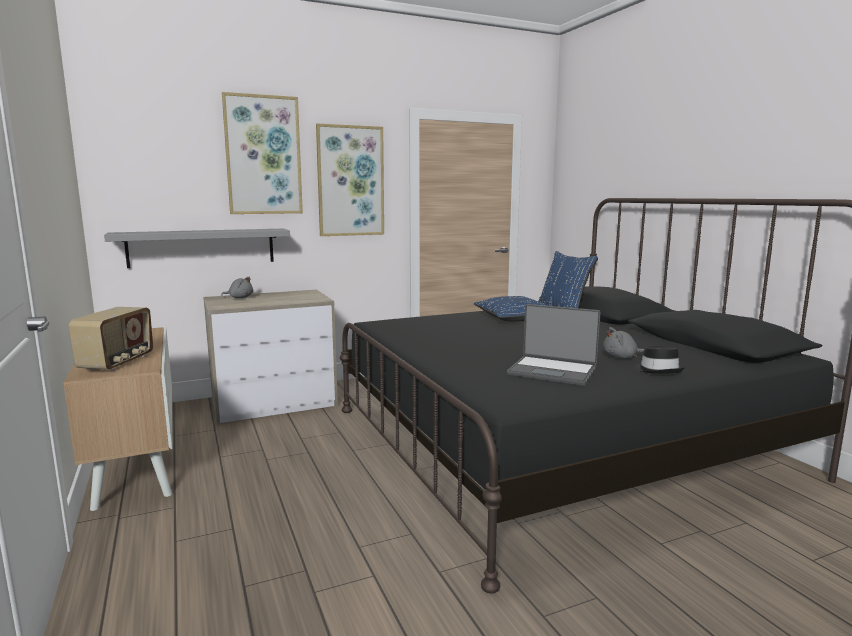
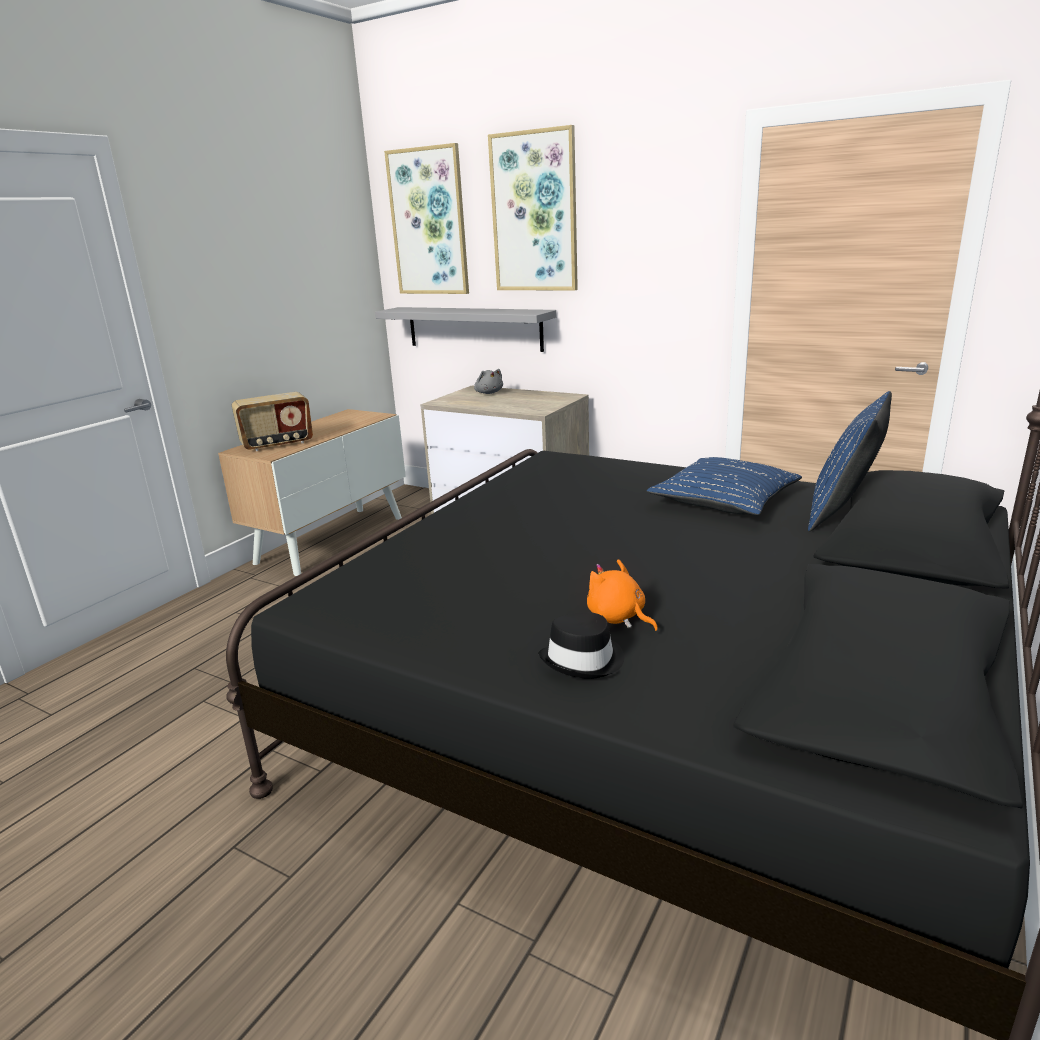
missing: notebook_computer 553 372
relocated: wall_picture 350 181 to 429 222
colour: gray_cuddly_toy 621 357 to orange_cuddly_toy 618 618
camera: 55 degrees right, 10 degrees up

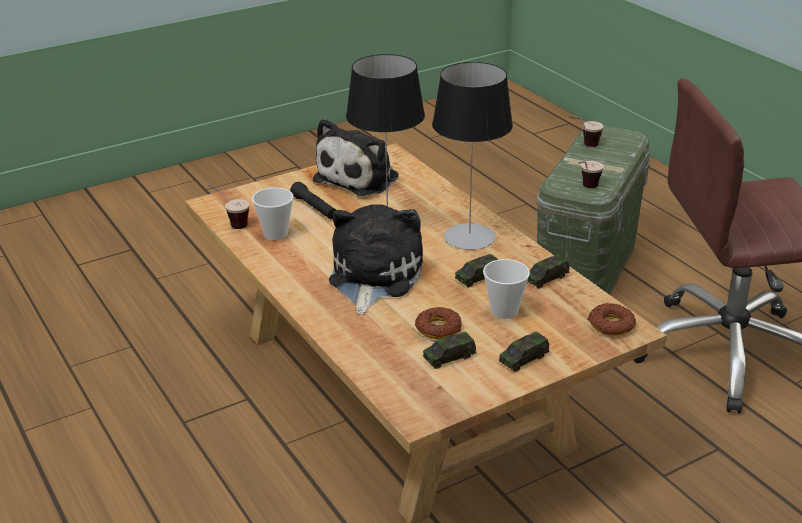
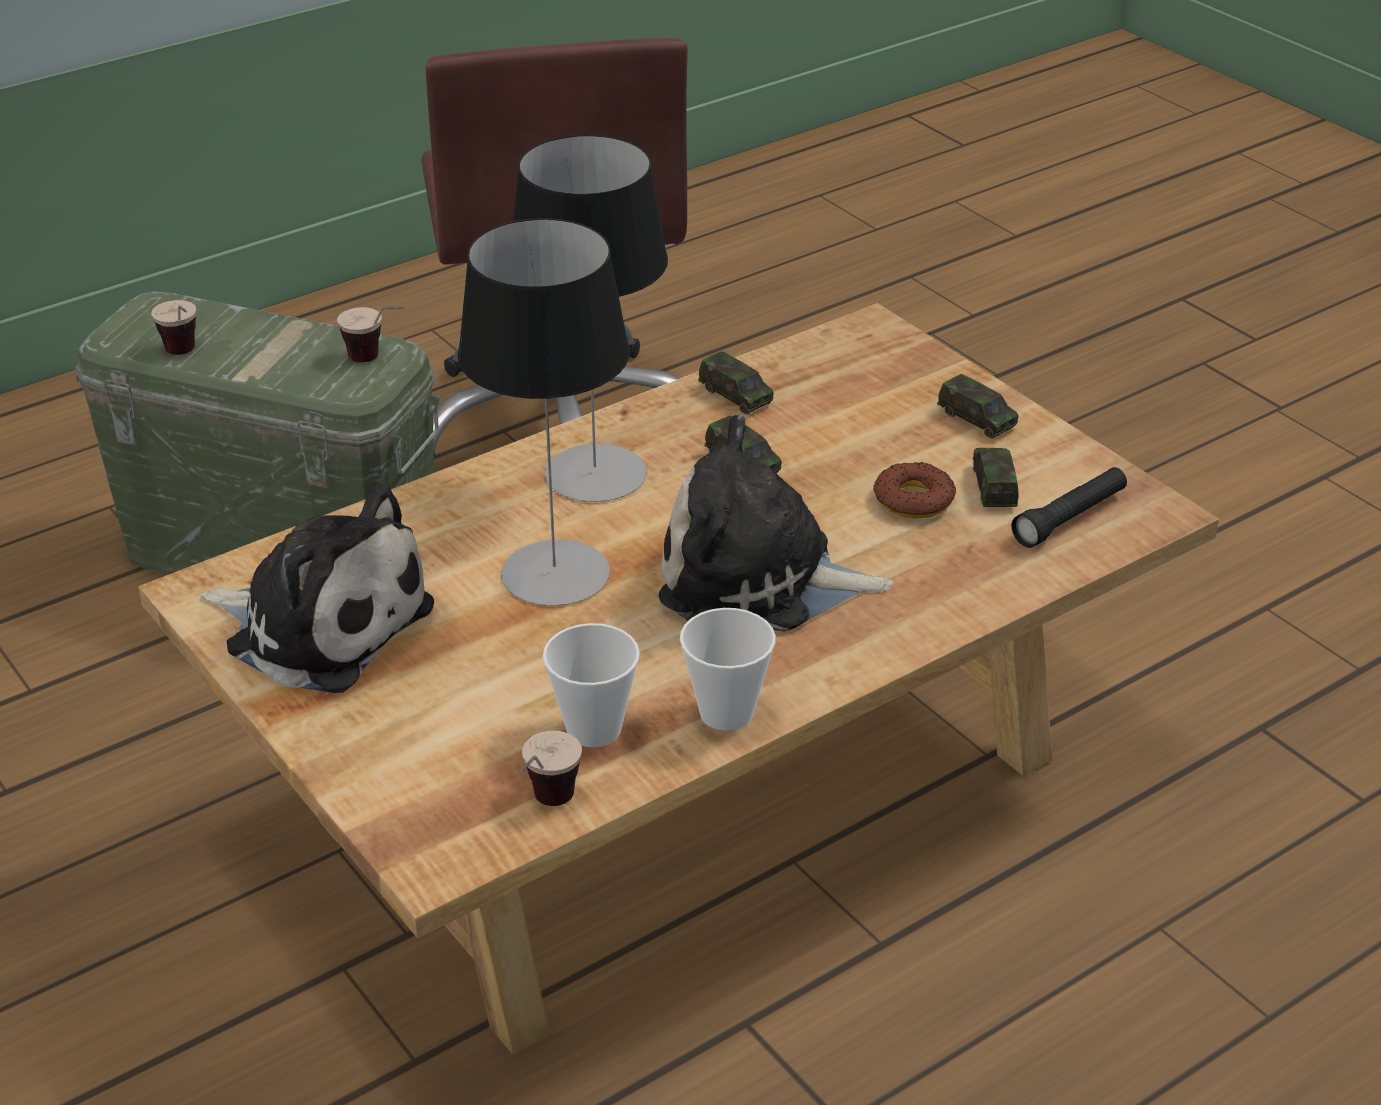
missing: donut 611 325
relocated: black-coloured_torch 314 208 to 1069 518; drinking_cup 504 311 to 726 712
spun: miniature_car 449 357 = 994 486 150 degrees counterclockwise
camera: 95 degrees left, 5 degrees up

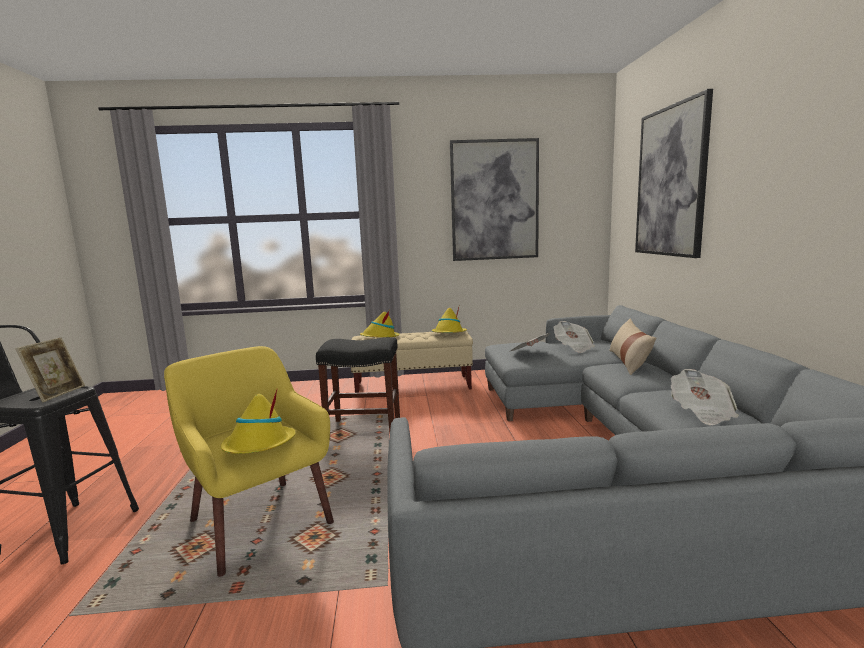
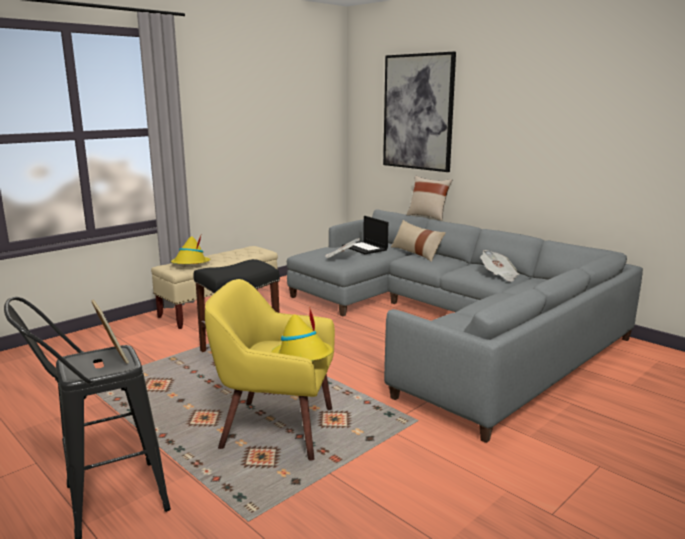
missing: wall_picture 494 200; yellow_clothing_hat 449 333
appeared: beige-coloured_cushion 428 216
exchanged: daily_paper 573 347 to notebook_computer 365 248
camera: 40 degrees left, 5 degrees up

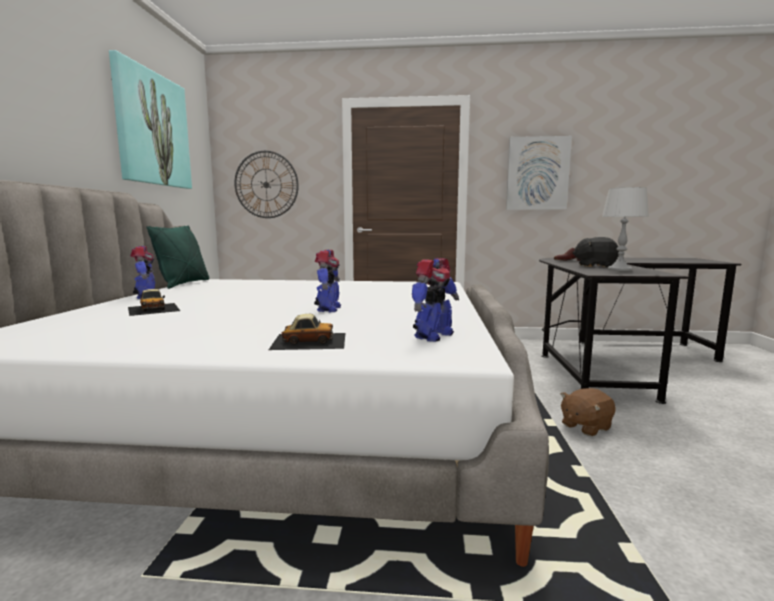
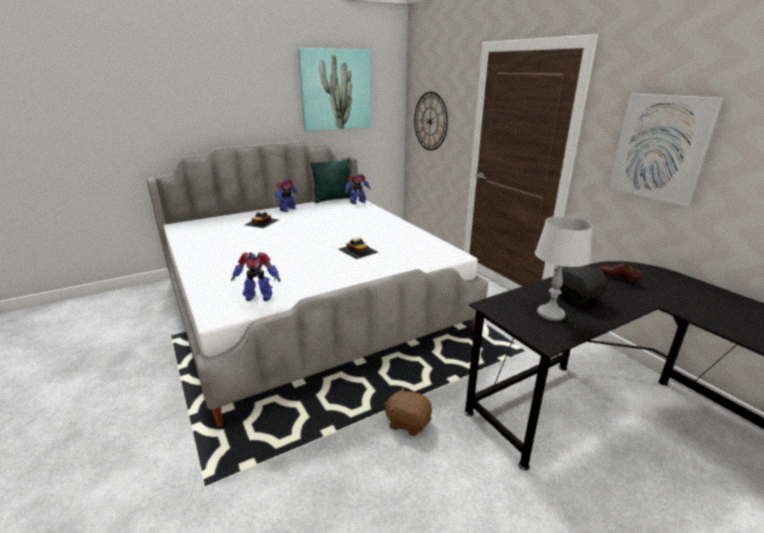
relocated: robot_figure 328 309 to 357 202; miniature_car 309 340 to 358 250
camera: 55 degrees right, 15 degrees up

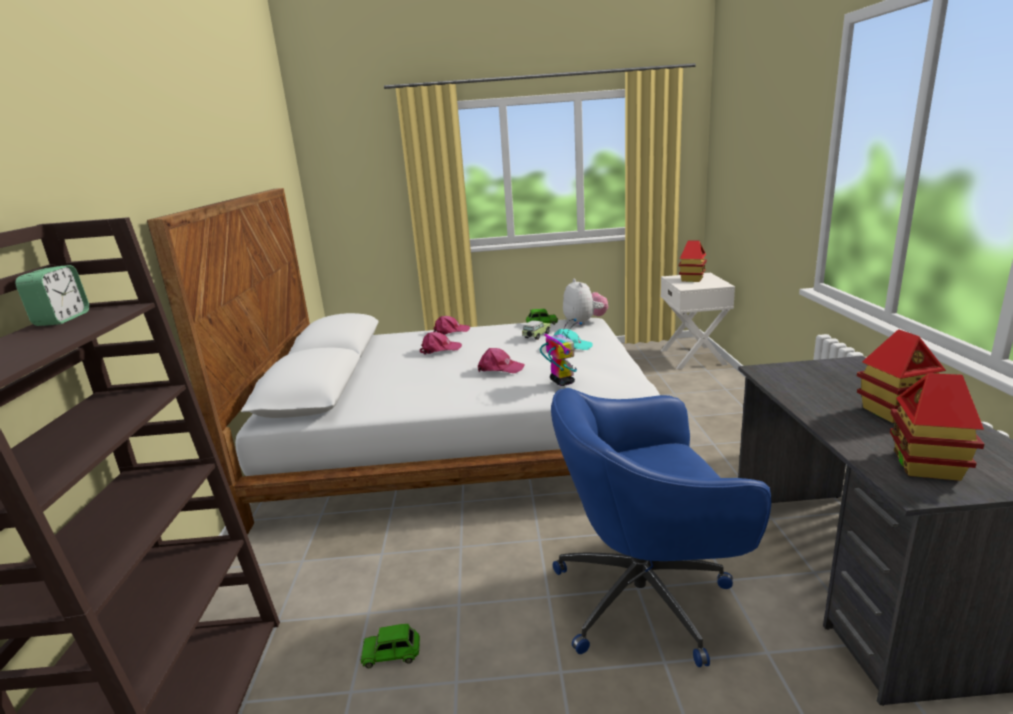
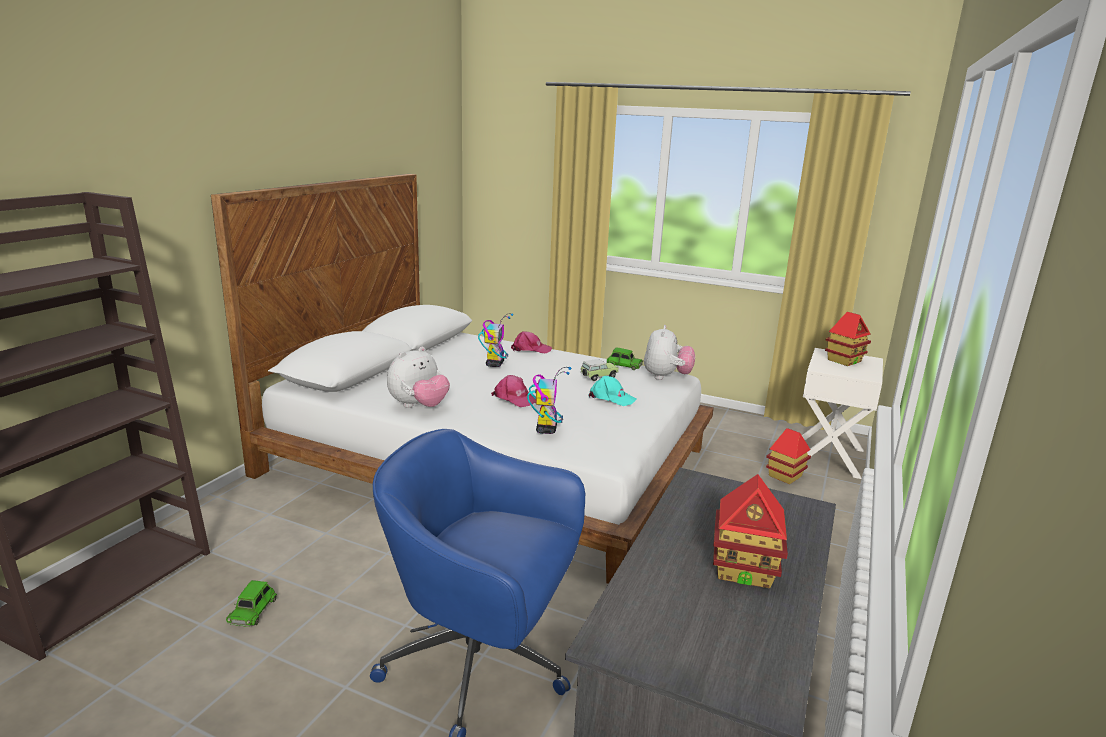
missing: table_clock 62 319
appeared: cuddly_toy 419 406
relocated: model_house 926 465 to 785 476
exchanged: pink_baseball_cap 440 349 to robot_figure 495 364
spun: green-coloured_miniature_car 391 652 = 252 610 105 degrees counterclockwise
camera: 25 degrees right, 0 degrees up

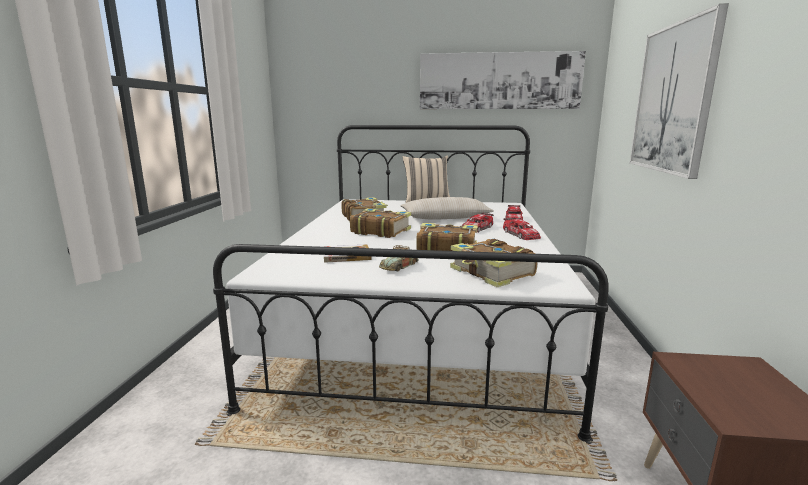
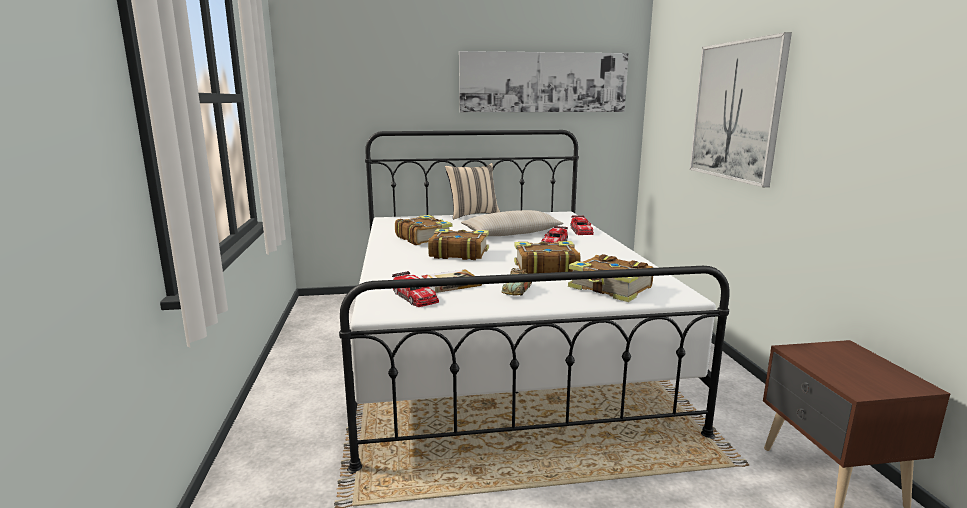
relocated: miniature_car 520 234 to 414 297
camera: 15 degrees left, 0 degrees up

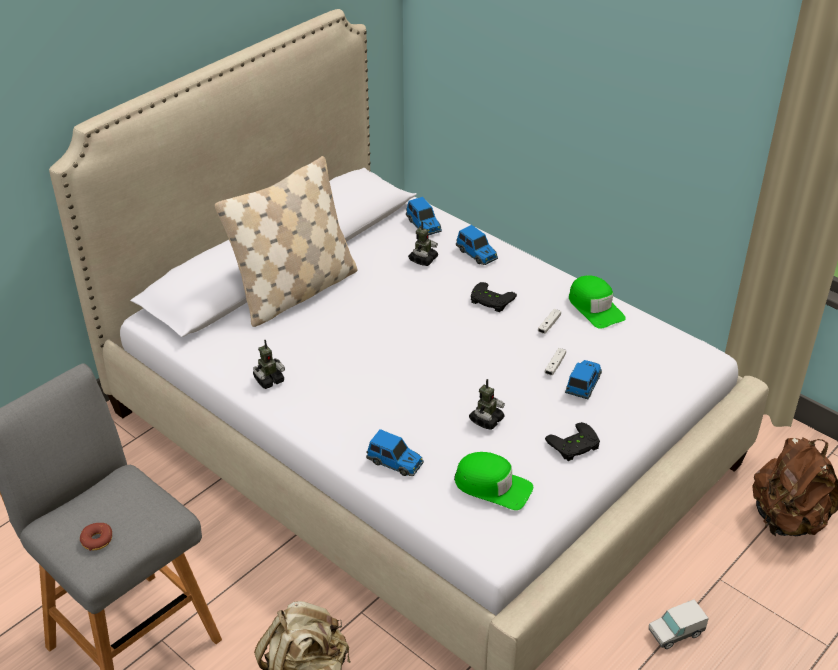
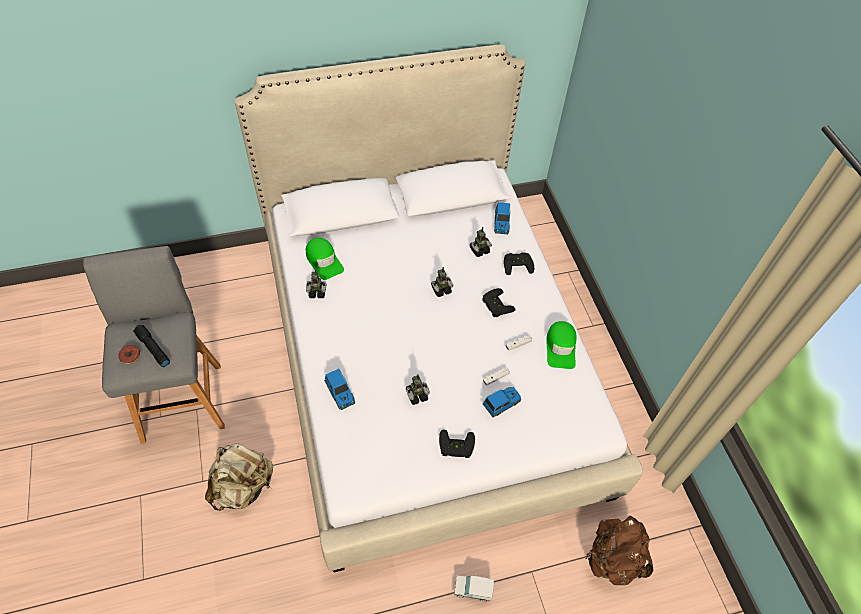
missing: beige-coloured_cushion 295 291
appeared: robot_figure 441 289; black-coloured_torch 152 348
relocated: green-coloured_baseball_cap 493 486 to 324 261
exchanged: miniature_car 477 254 to black-coloured_gamepad 517 263
camera: 30 degrees right, 15 degrees up

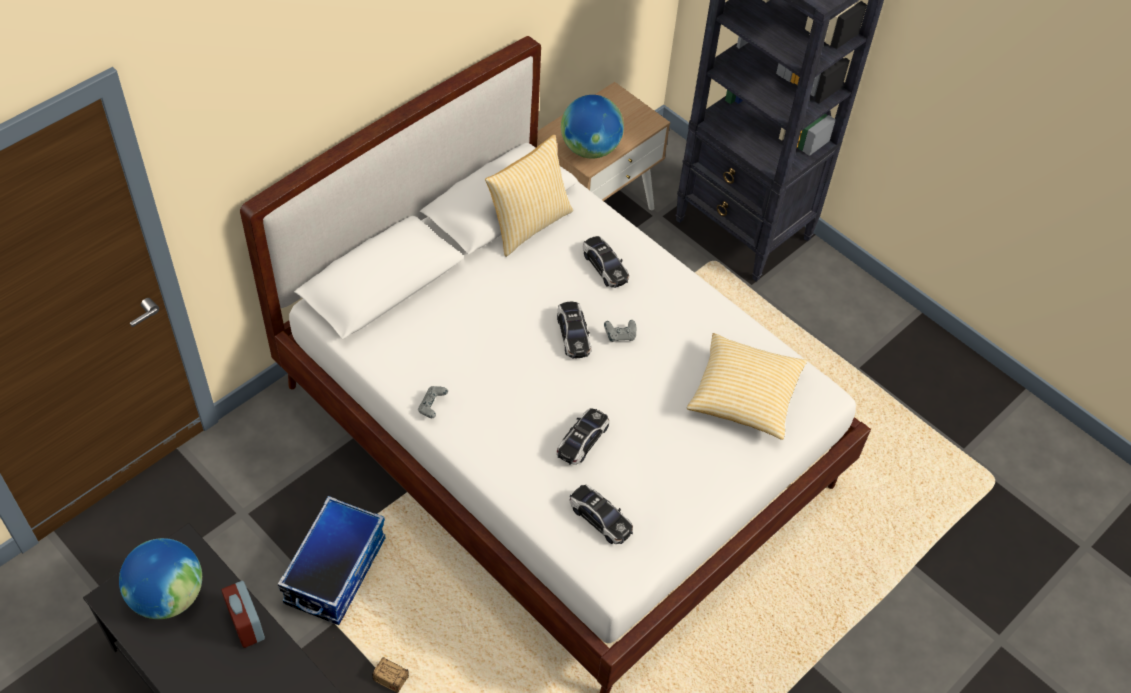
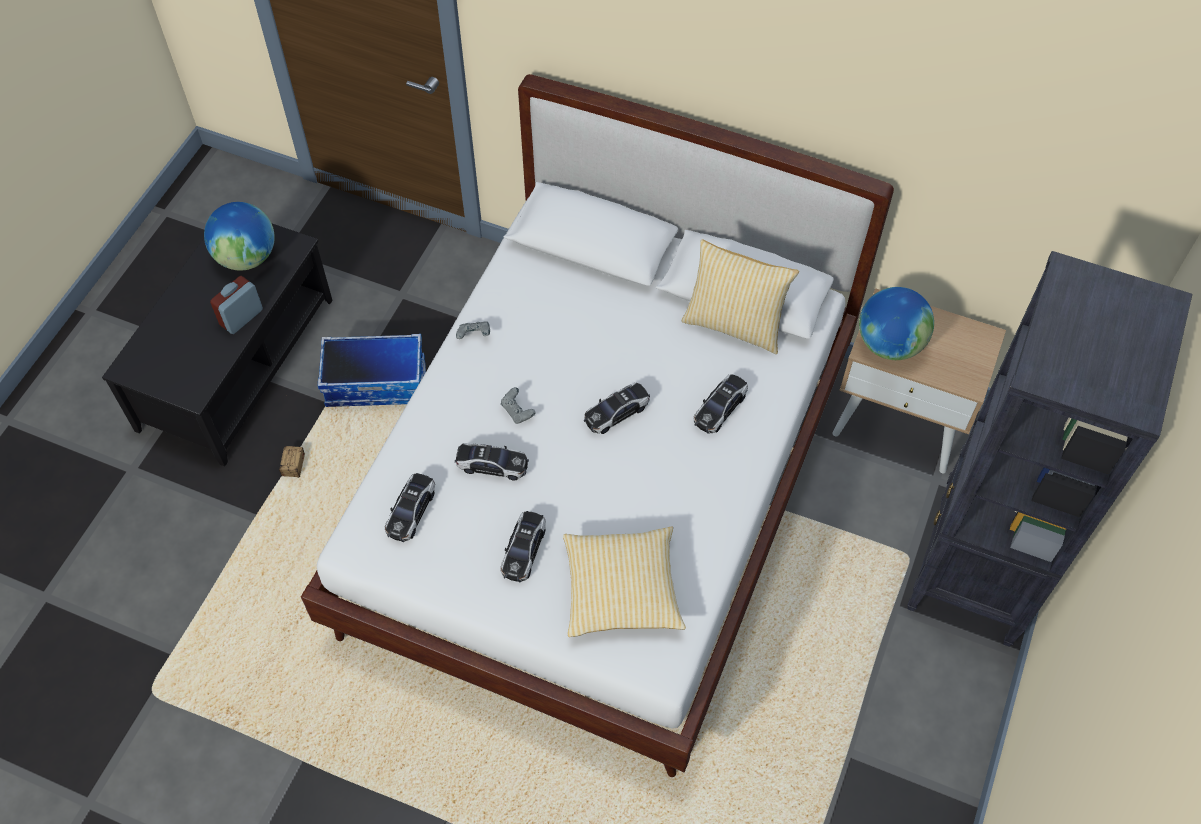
appeared: miniature_car 524 550
relocated: gray_gamepad 620 336 to 517 411
camera: 70 degrees right, 5 degrees up

